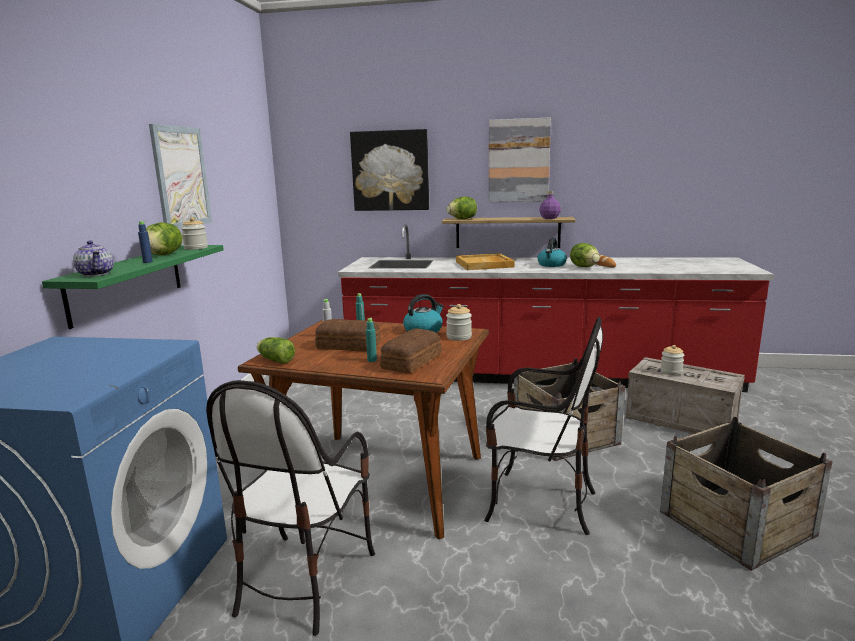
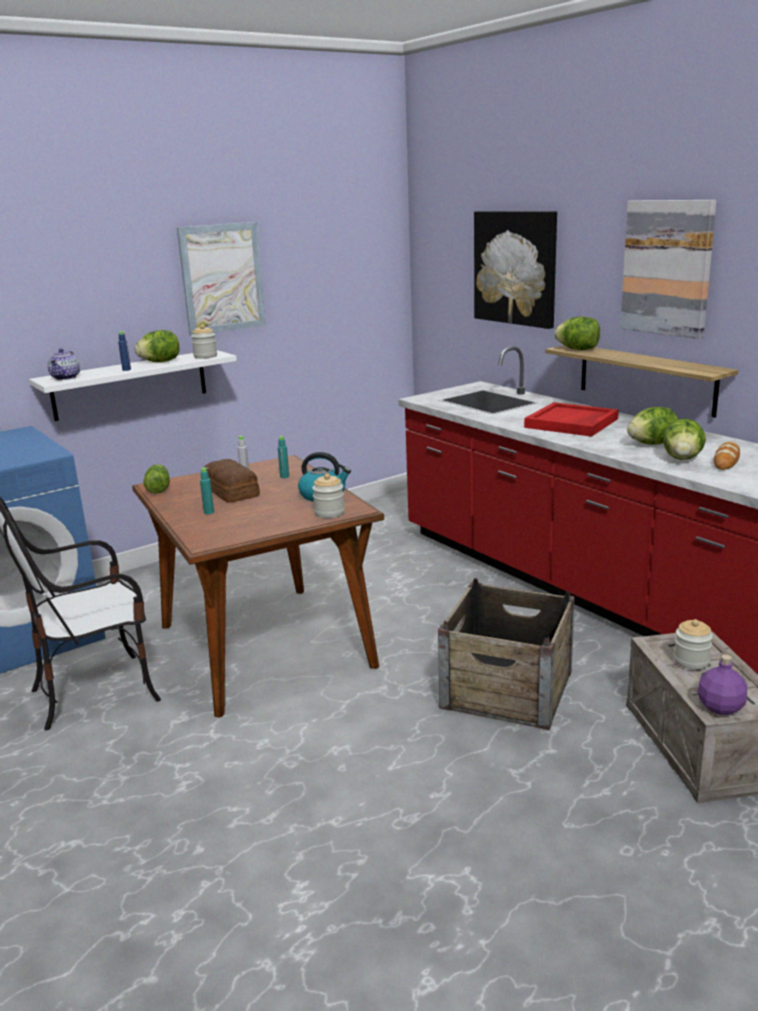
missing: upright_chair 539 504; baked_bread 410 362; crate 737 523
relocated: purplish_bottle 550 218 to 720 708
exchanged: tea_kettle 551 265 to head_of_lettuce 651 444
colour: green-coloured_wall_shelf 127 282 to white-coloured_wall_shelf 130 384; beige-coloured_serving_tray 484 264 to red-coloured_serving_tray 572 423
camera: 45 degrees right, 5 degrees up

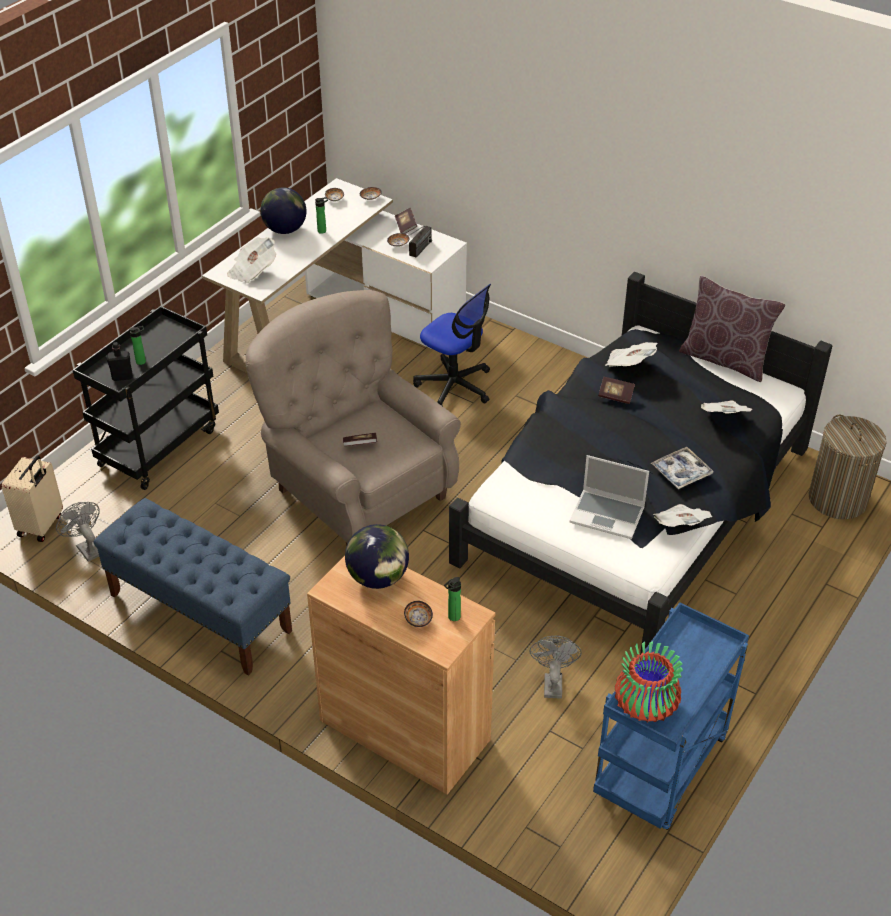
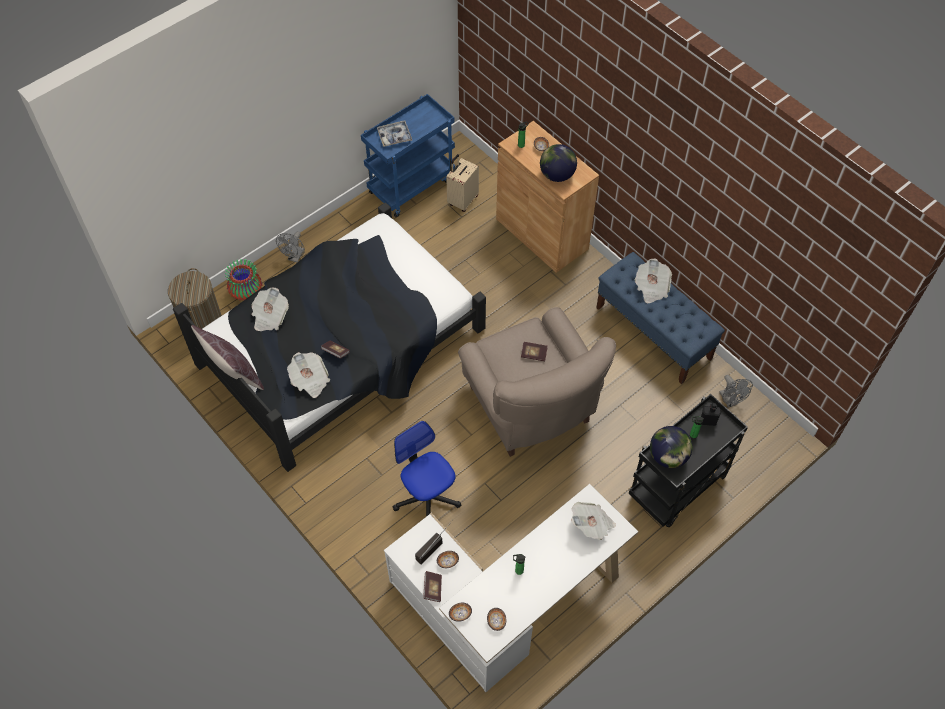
missing: notebook_computer 608 515
relocated: world_globe 285 229 to 668 456; serving_tray 681 472 to 394 136; beige-coloured_piece_of_luggage 41 525 to 462 200; daily_paper 680 526 to 651 287; gray_electric_fan 552 682 to 295 257; decorative_vase 646 705 to 246 291
camera: 165 degrees left, 15 degrees up

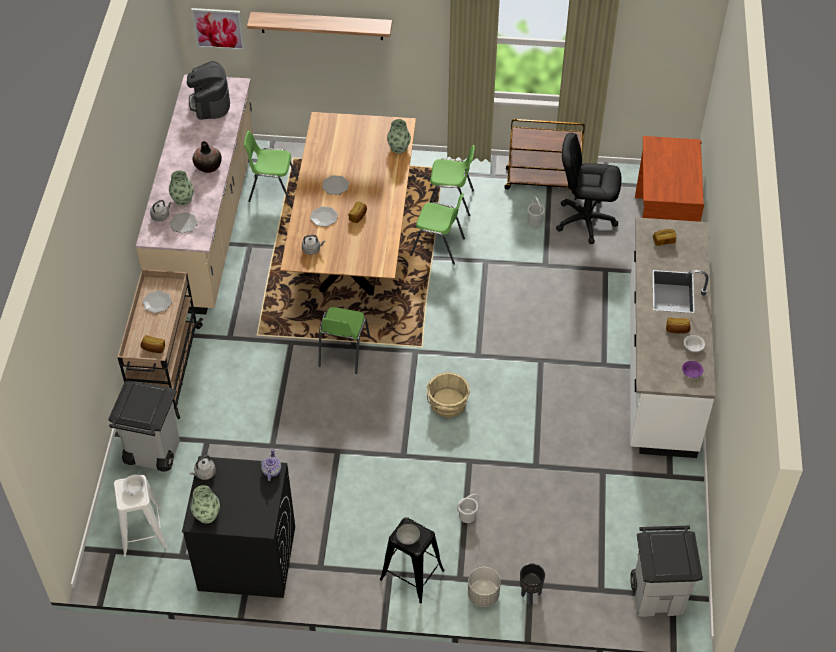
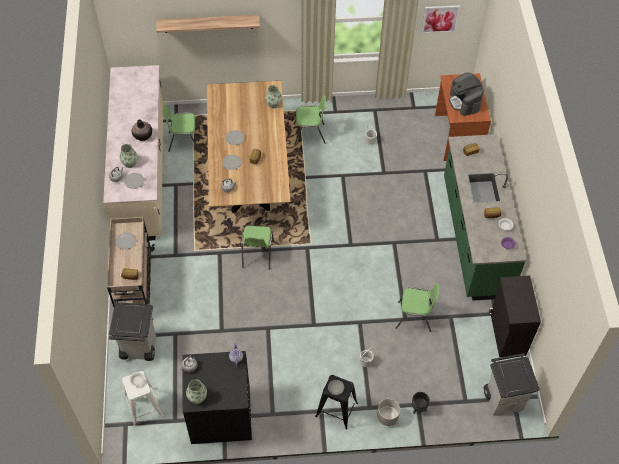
missing: brown-coloured_trolley 542 181; black-coloured_office_chair 585 220; beige-coloured_bucket 447 404
appeared: black-coloured_cupboard 507 334
relocated: wall_picture 218 28 to 440 18; coffee_machine 210 102 to 465 102; green-coloured_upright_chair 438 247 to 415 317
colour: white-coloured_kitchen_base_unit 659 367 to green-coloured_kitchen_base_unit 474 236
camera: 10 degrees left, 5 degrees up

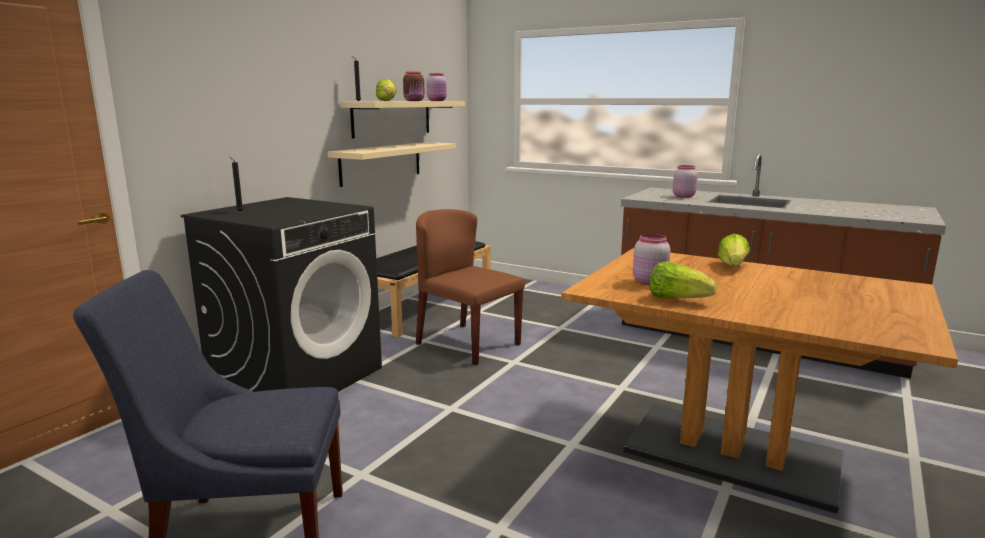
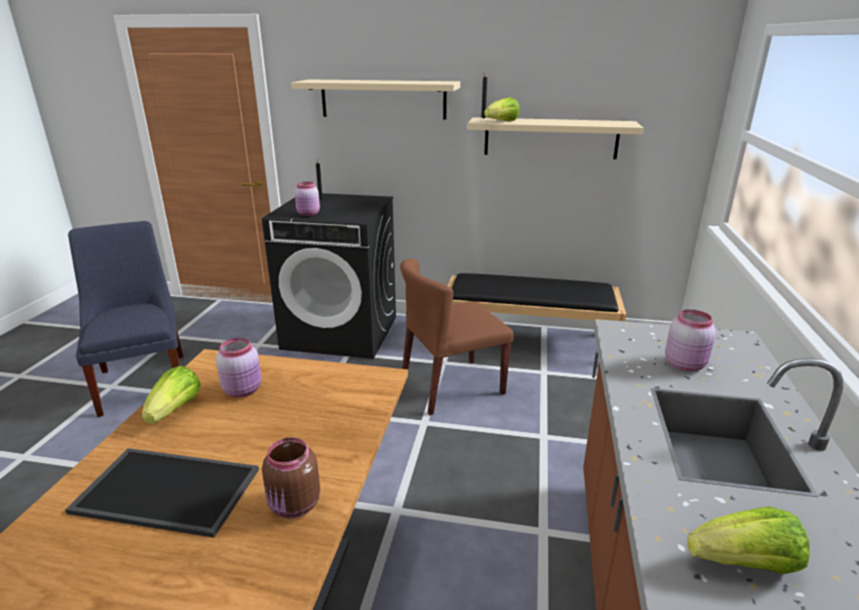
appeared: serving_tray 164 492
relocated: brown-coloured_storage_jar 414 101 to 294 506; pink_storage_jar 437 101 to 308 214; beige-coloured_wall_shelf 381 163 to 383 99; head_of_lettuce 732 266 to 745 564
spun: brown-coloured_upright_chair 467 343 = 451 386 135 degrees counterclockwise
camera: 70 degrees right, 10 degrees up

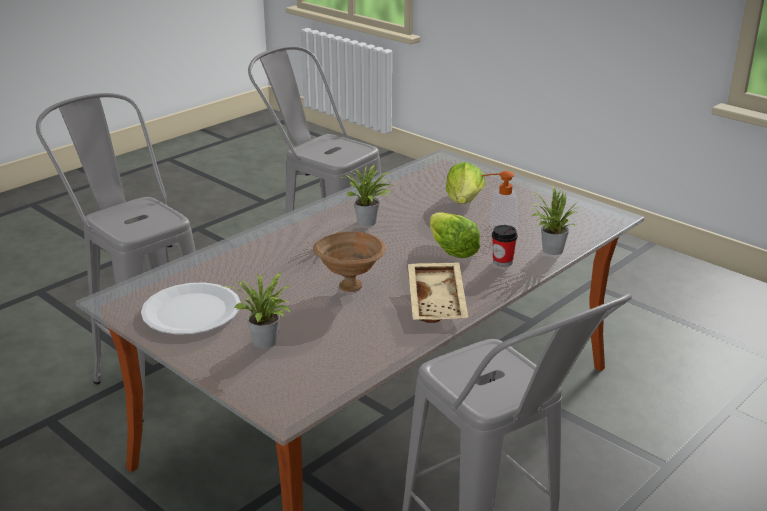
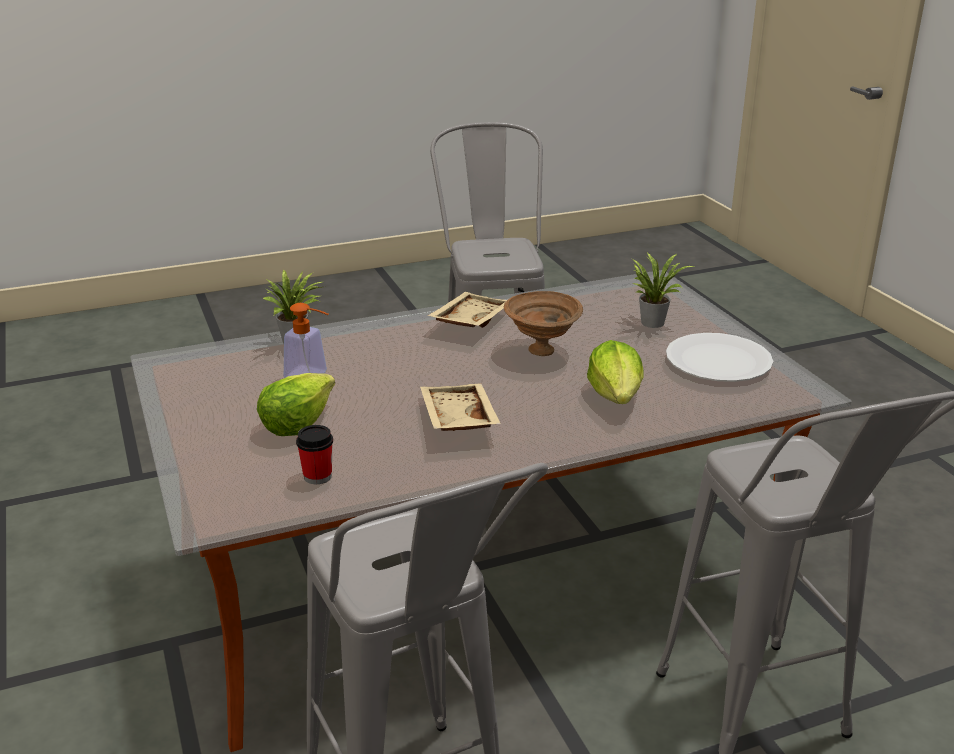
relocated: head_of_lettuce 451 250 to 616 396; drinking_cup 502 261 to 317 476
exchanged: plant_in_a_pot 368 223 to beige-coloured_serving_tray 456 419
camera: 155 degrees left, 0 degrees up

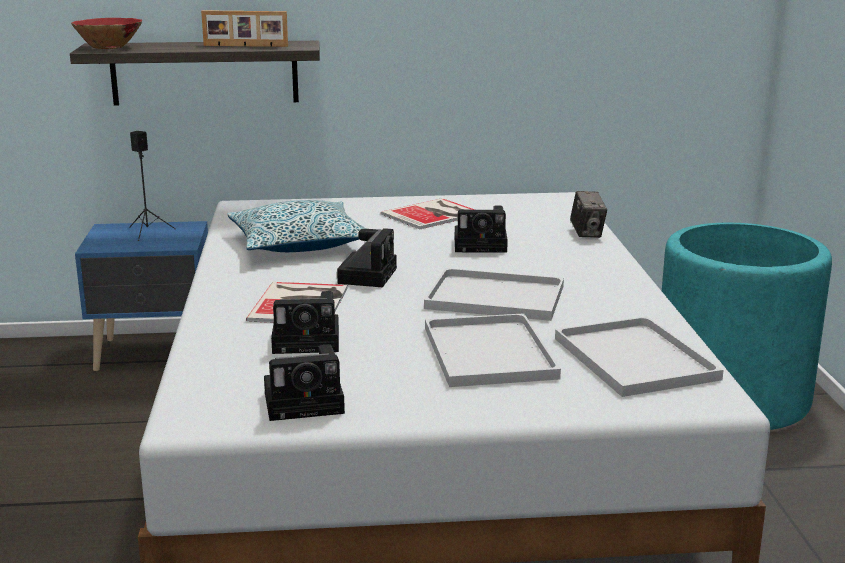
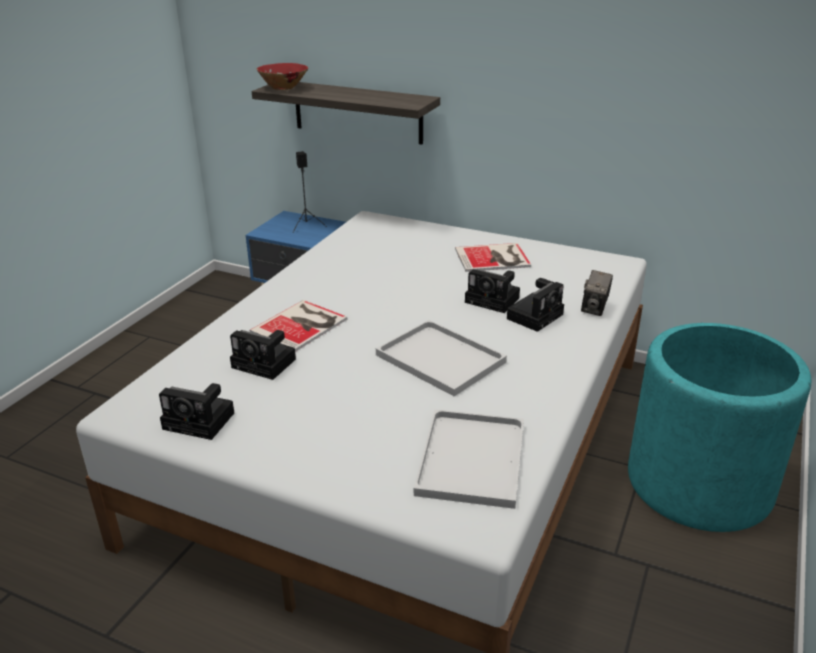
missing: photo_frame 245 46; cushion 299 243; white-coloured_serving_tray 491 354
relocated: still_camera 367 275 to 535 315
camera: 30 degrees right, 10 degrees up

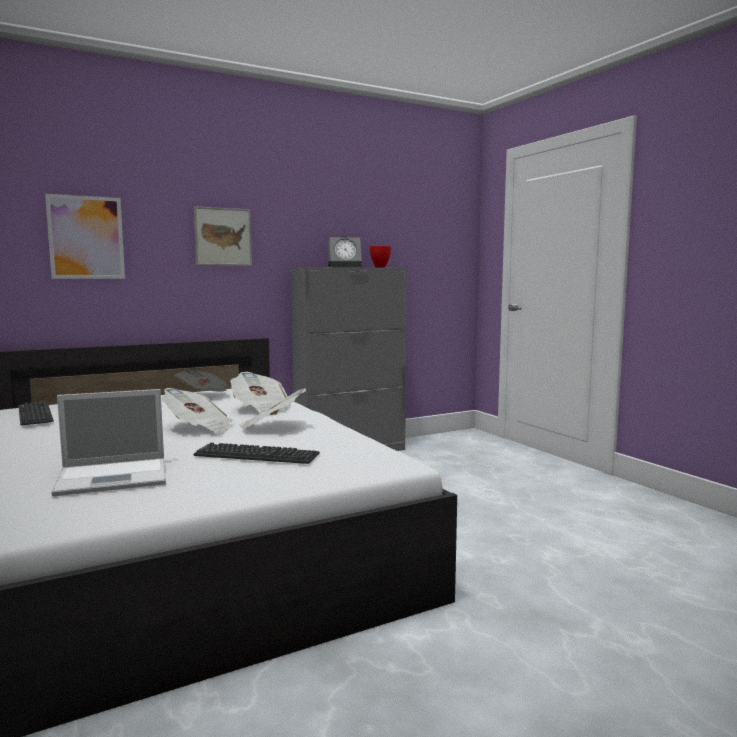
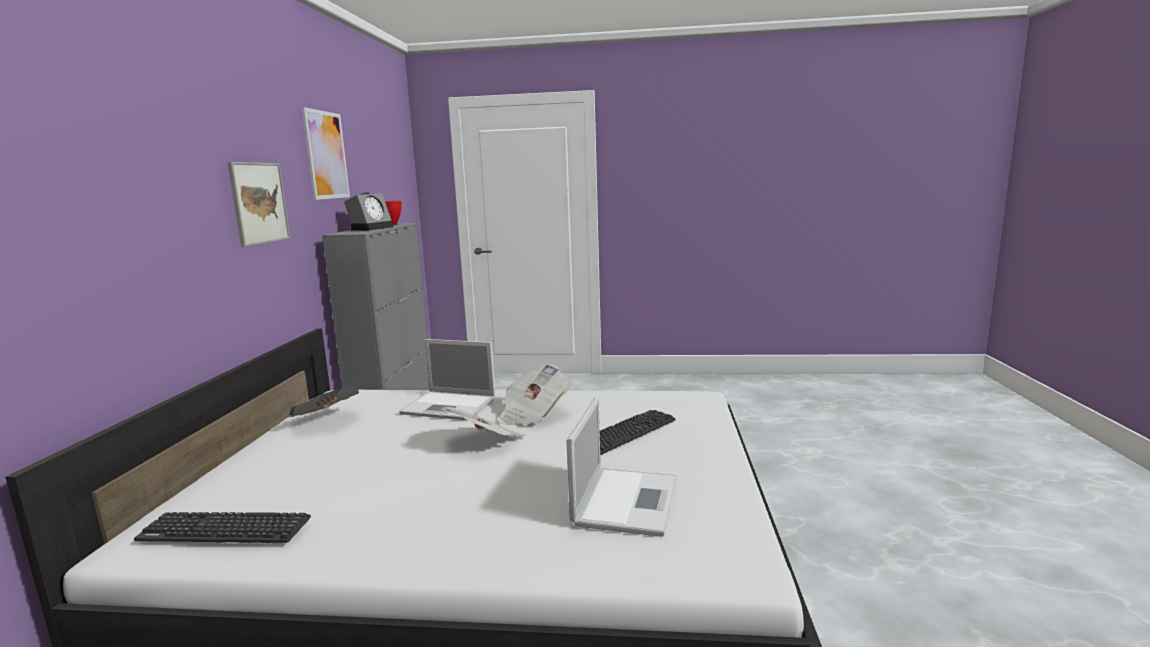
relocated: wall_picture 86 237 to 326 155
exchanged: daily_paper 261 409 to notebook_computer 450 406
camera: 55 degrees left, 5 degrees up

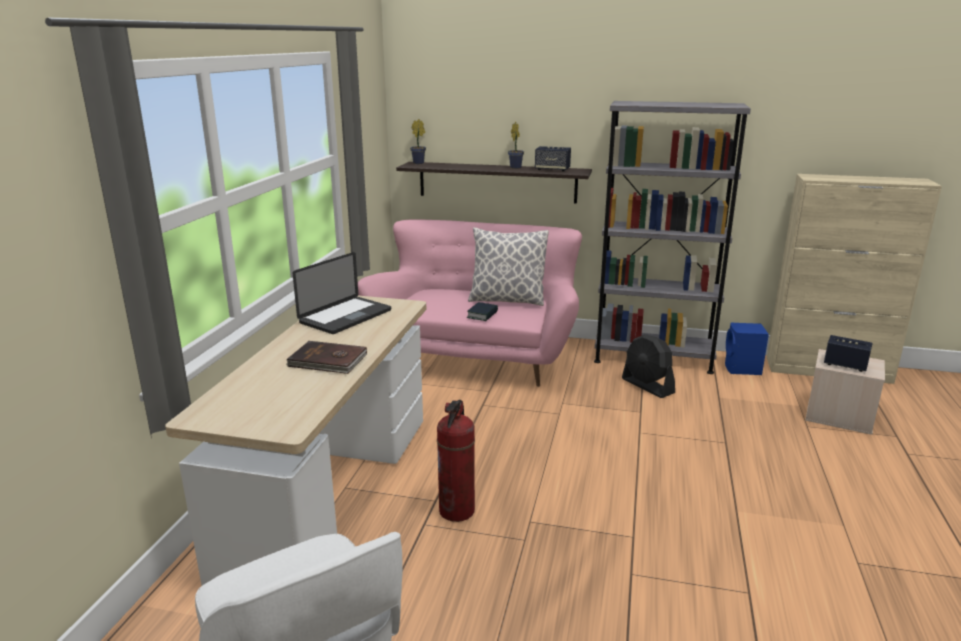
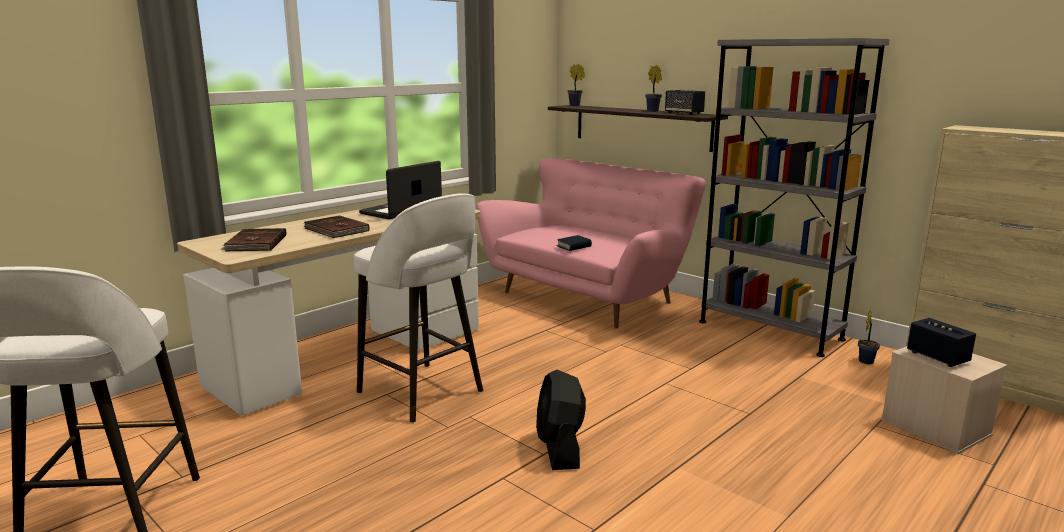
missing: cushion 507 300
appeared: brown-coloured_book 255 243
relocated: black-coloured_electric_fan 647 386 to 560 448
exchanged: bluish_audio_speaker 742 369 to plant_in_a_pot 866 361; fire_extinguisher 457 511 to white-coloured_stool_seat 422 393
spun: notebook_computer 345 317 = 401 210 150 degrees clockwise
camera: 30 degrees right, 5 degrees down

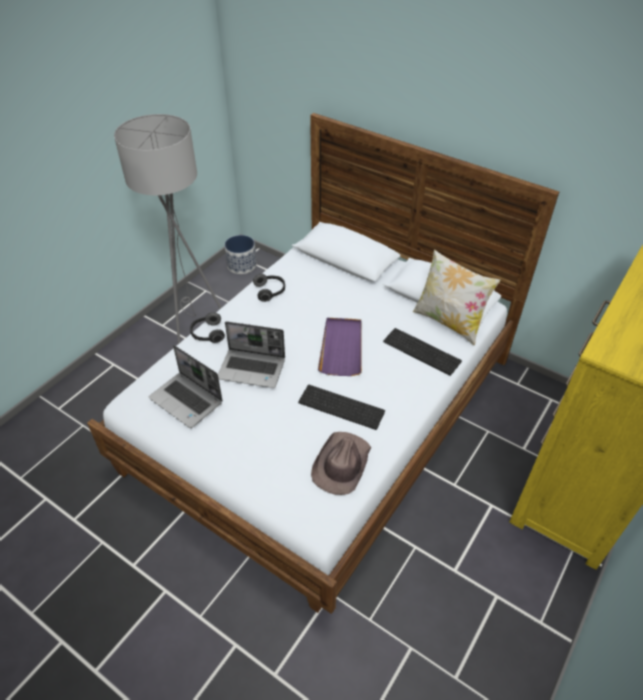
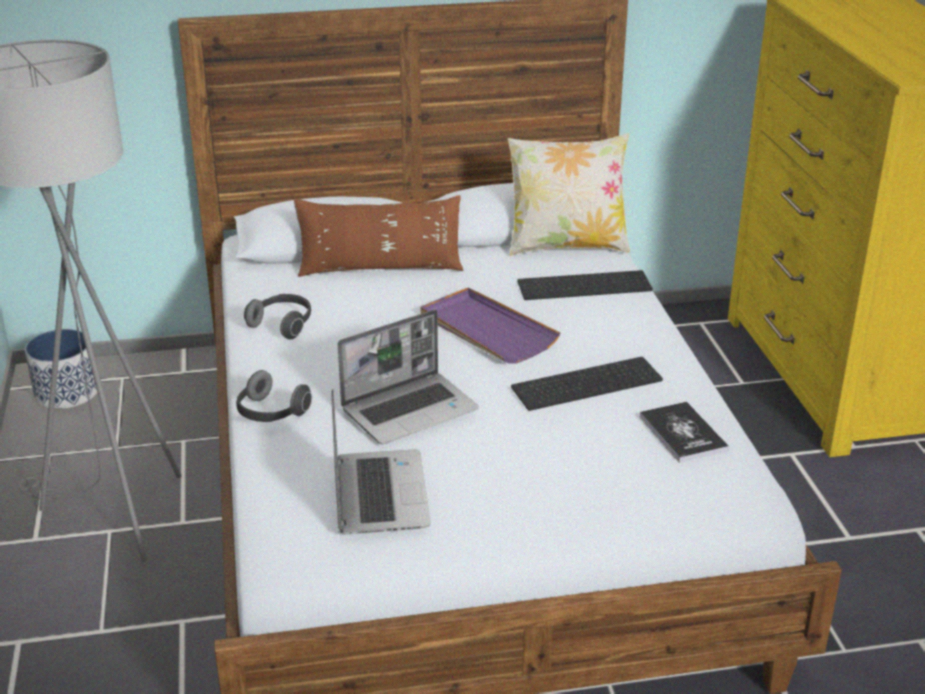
appeared: brown-coloured_cushion 380 269
exchanged: brown-coloured_clothing_hat 341 464 to book 682 433
spun: notebook_computer 187 400 = 378 493 90 degrees counterclockwise
camera: 45 degrees left, 15 degrees down

